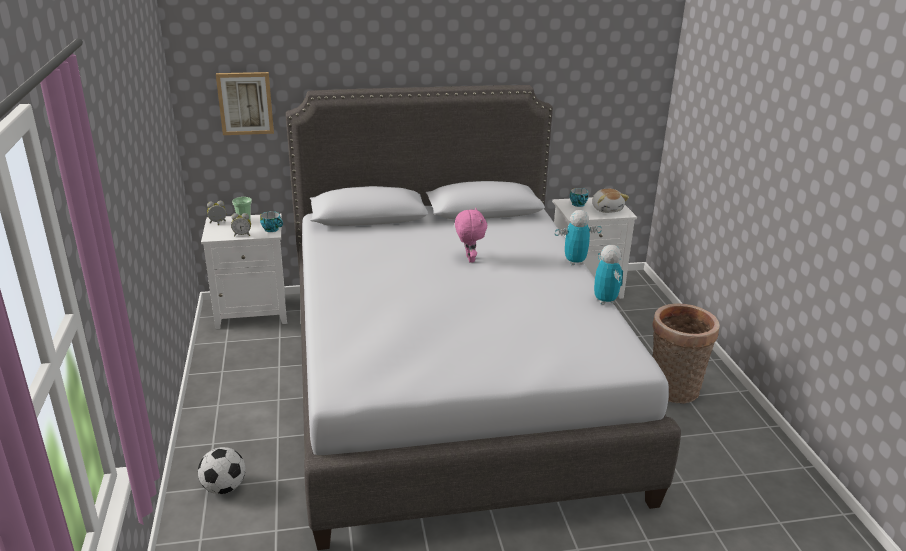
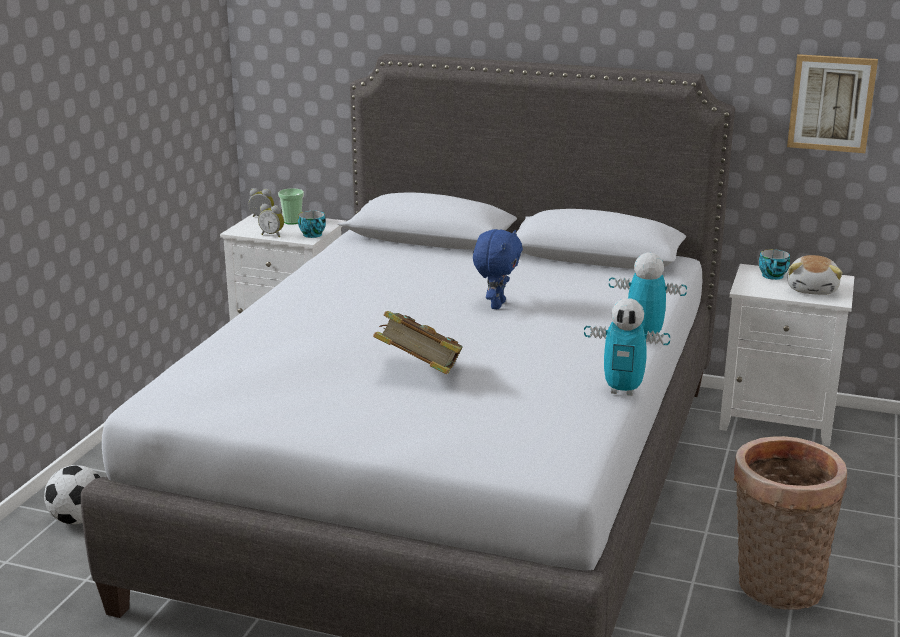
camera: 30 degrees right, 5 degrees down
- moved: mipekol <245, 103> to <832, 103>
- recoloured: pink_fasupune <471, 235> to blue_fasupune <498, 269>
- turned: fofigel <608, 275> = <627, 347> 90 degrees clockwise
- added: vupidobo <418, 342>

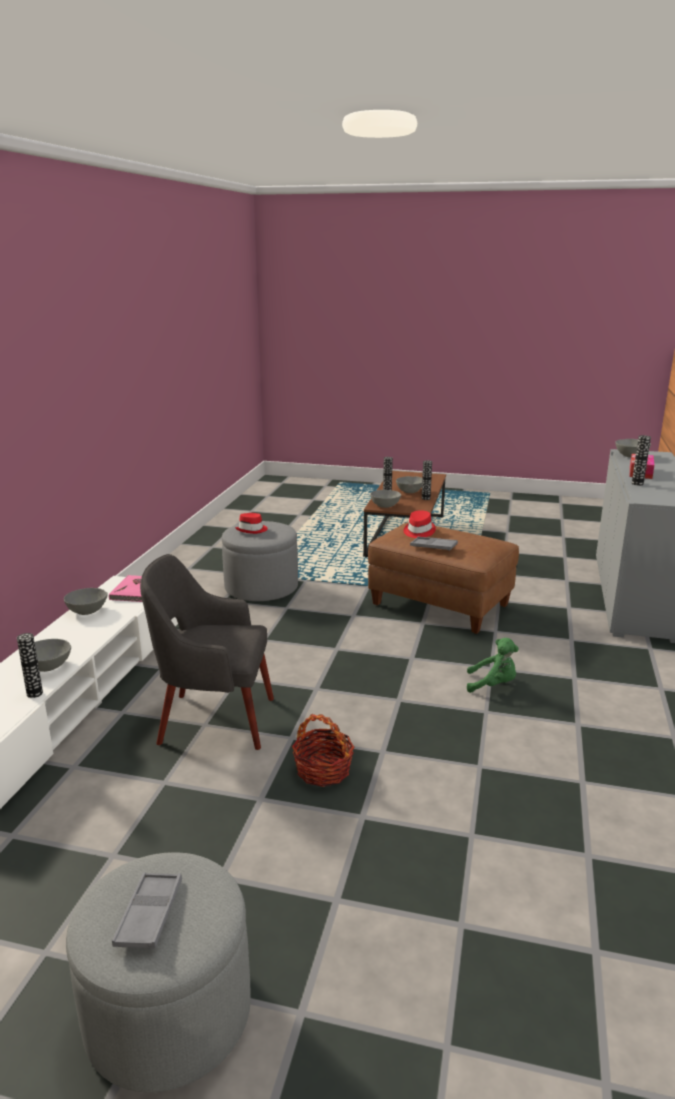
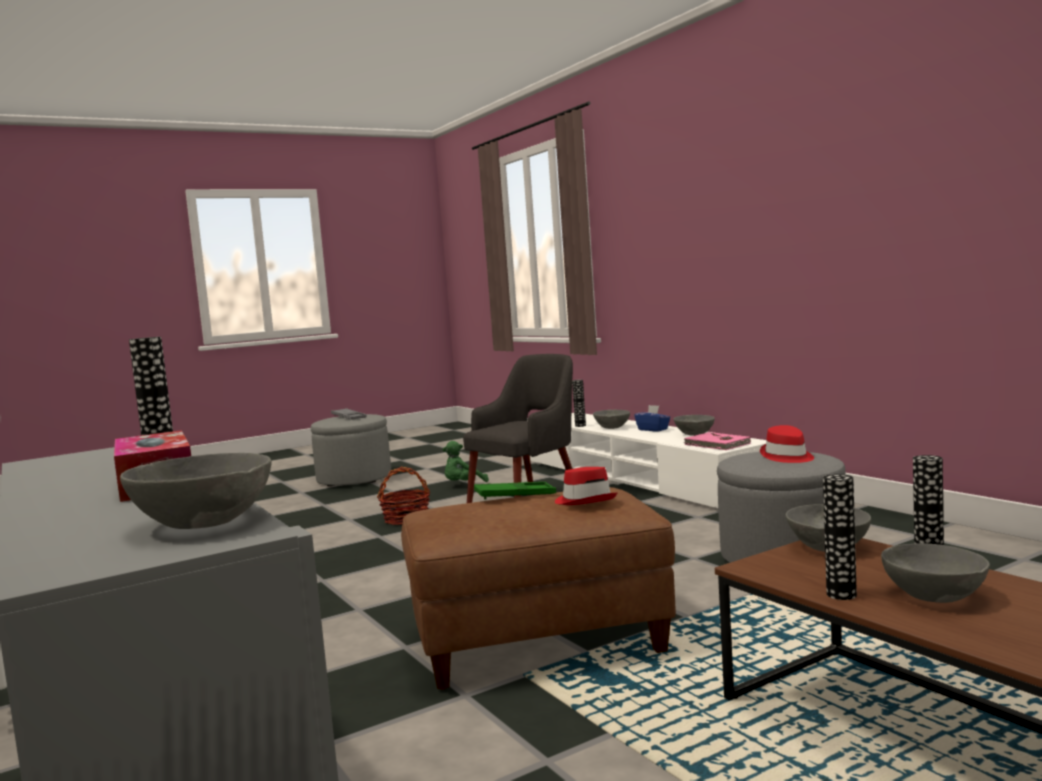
camera: 135 degrees right, 15 degrees down
- recoloured: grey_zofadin <434, 544> to green_zofadin <515, 491>
- moved: green_fasupune <493, 665> to <466, 461>
- added: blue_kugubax <652, 418>

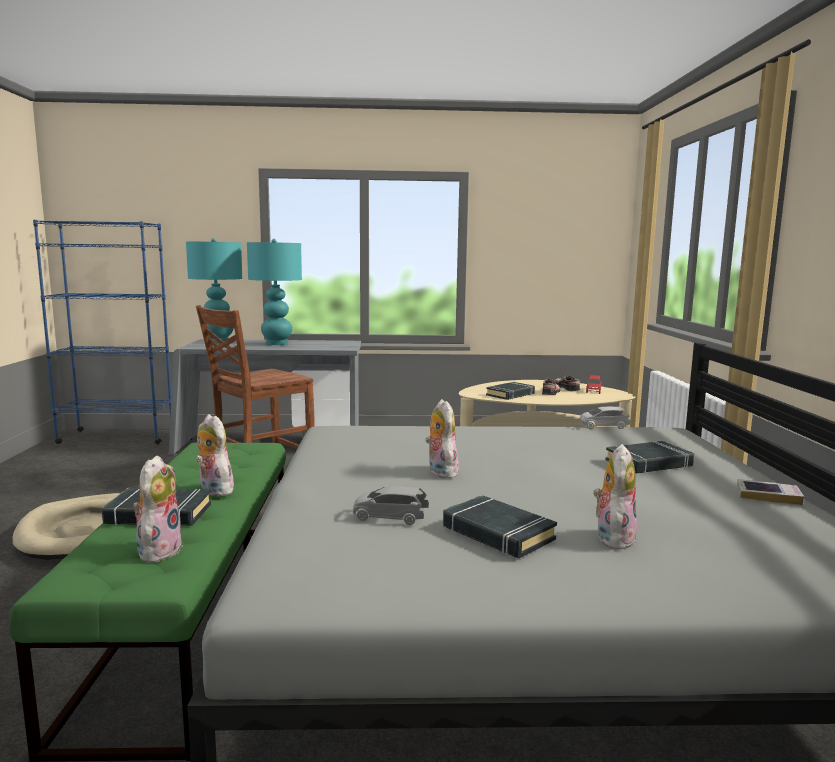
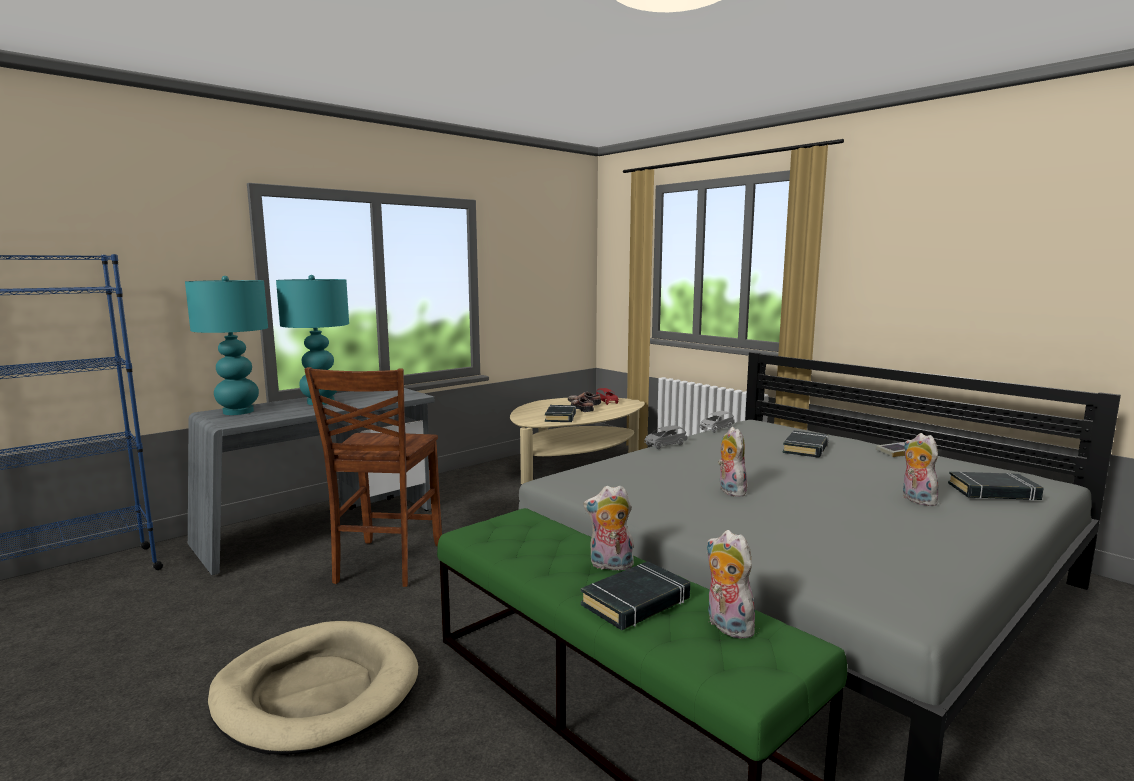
camera: 40 degrees left, 0 degrees up
- turned: fasupune <442, 438> = <732, 462> 45 degrees clockwise
- moved: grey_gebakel <391, 505> to <665, 437>
- moved: black_vupidobo <500, 526> to <996, 486>

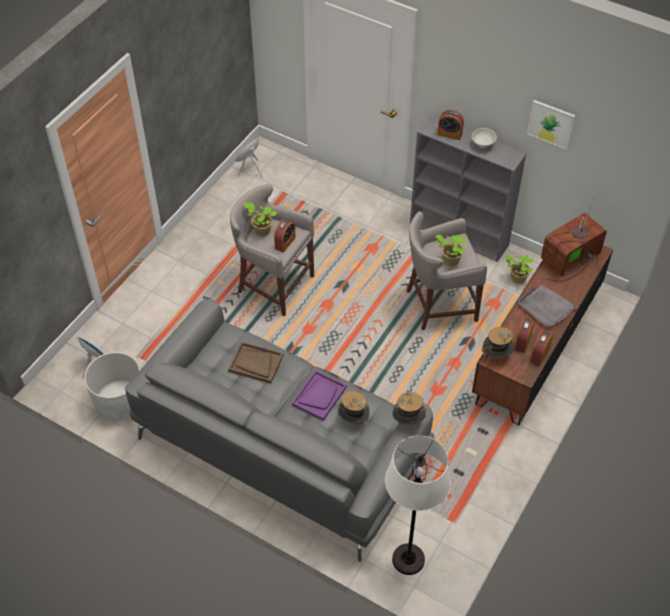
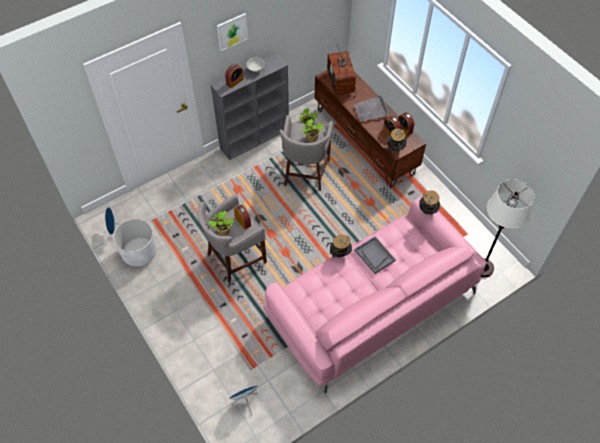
camera: 65 degrees left, 5 degrees up
- moved: mipekol <551, 125> to <232, 32>
- recoloured: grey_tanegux <280, 430> to pink_tanegux <375, 295>
- removed: brown_zofadin <256, 362>
- moved: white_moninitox <112, 386> to <135, 242>
- recoloured: purple_zofadin <319, 395> to grey_zofadin <375, 255>
- moved: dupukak <353, 407> to <341, 246>

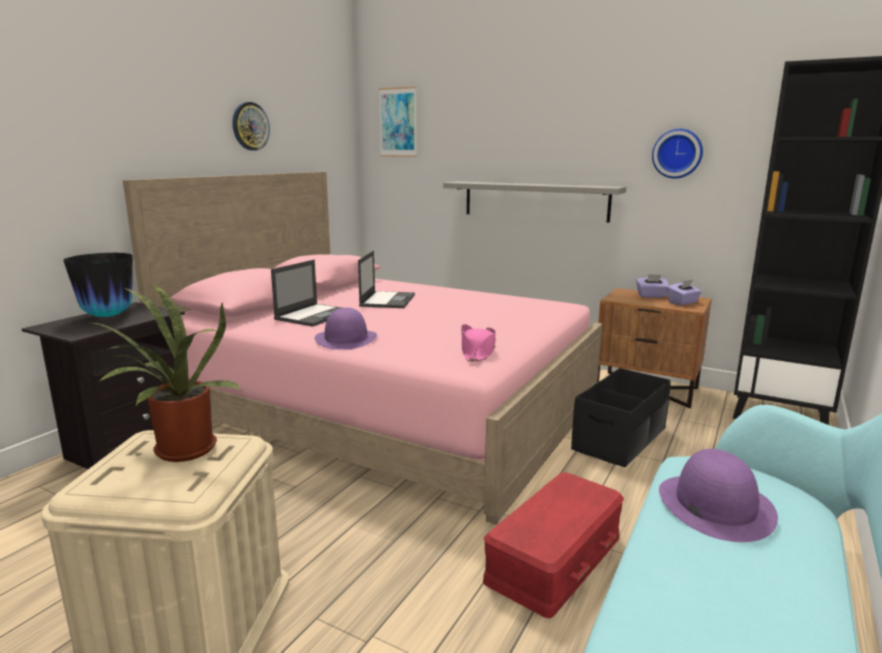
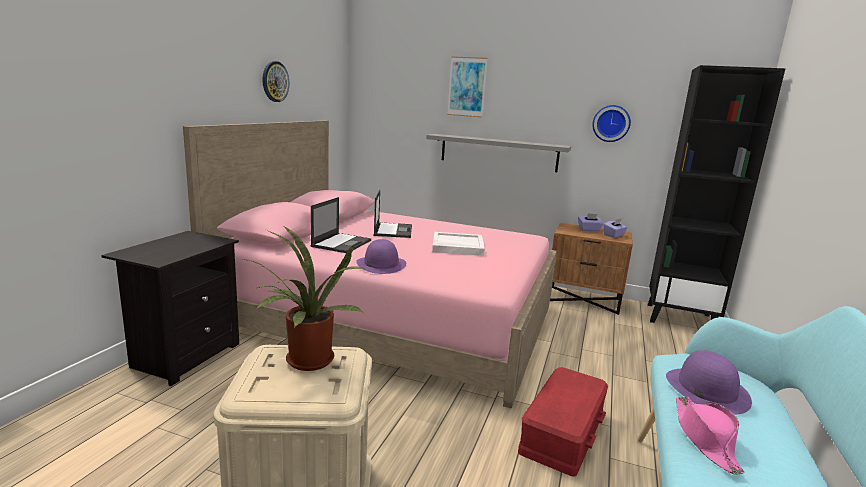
camera: 10 degrees left, 0 degrees up
- moved: mipekol <398, 122> to <467, 87>
- removed: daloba <98, 285>
- moved: pink_dupukak <478, 343> to <710, 435>
- removed: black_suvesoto <621, 417>
- added: white_zofadin <458, 244>

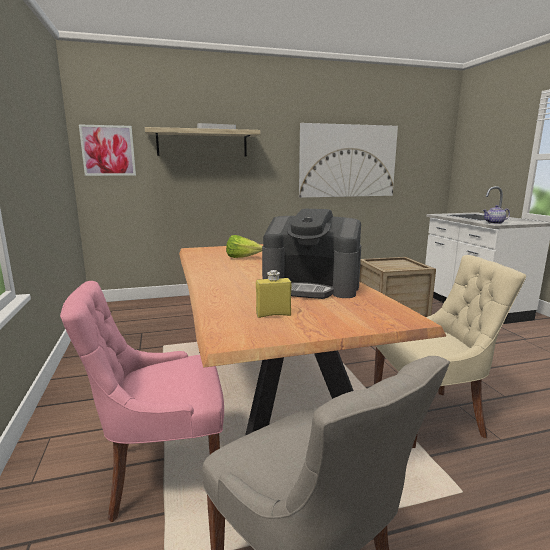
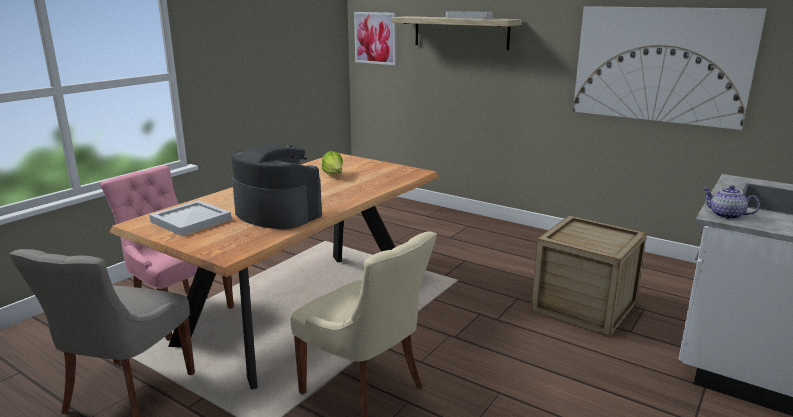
camera: 50 degrees right, 5 degrees up
- turned: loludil <311, 254> = <277, 187> 150 degrees clockwise
- replaced: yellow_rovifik <273, 294> to white_zofadin <190, 218>

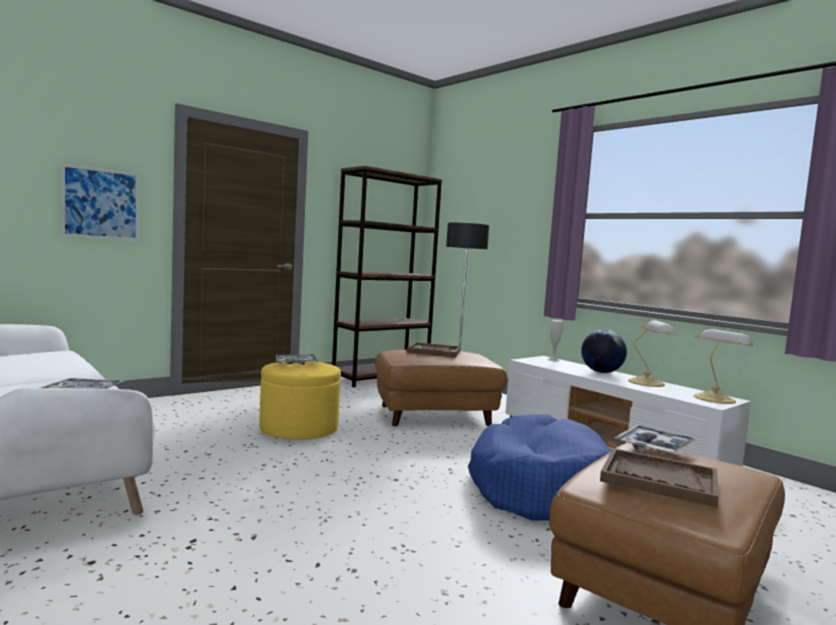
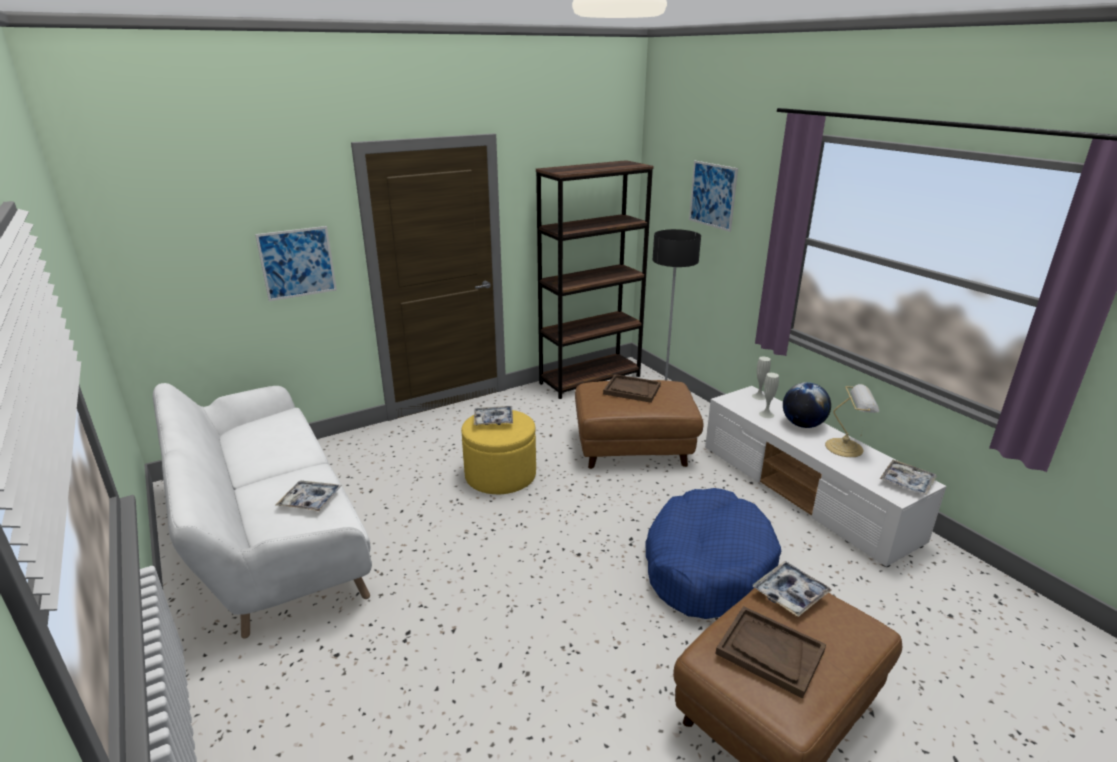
camera: 10 degrees right, 20 degrees up
- replaced: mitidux <724, 366> to zofadin <908, 477>
- added: mipekol <713, 196>
- added: white_daloba <769, 395>

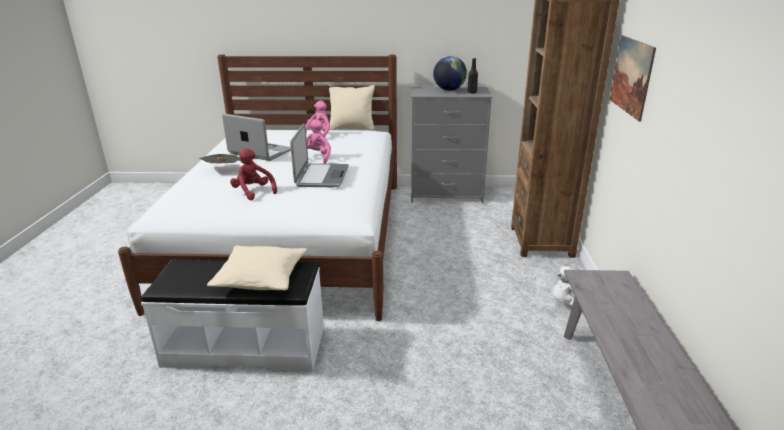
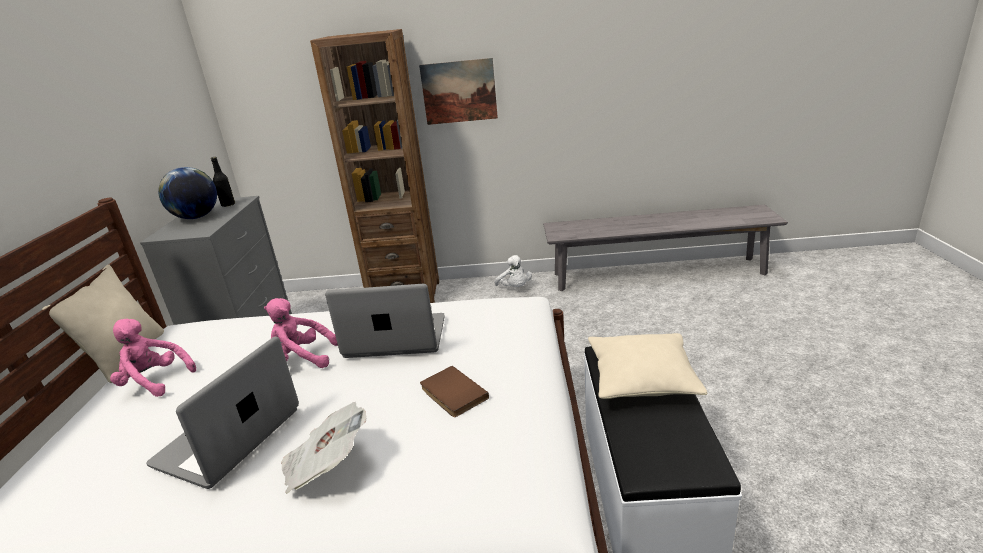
camera: 90 degrees left, 0 degrees up
- replaced: red_fasupune <253, 174> to brown_vupidobo <454, 391>

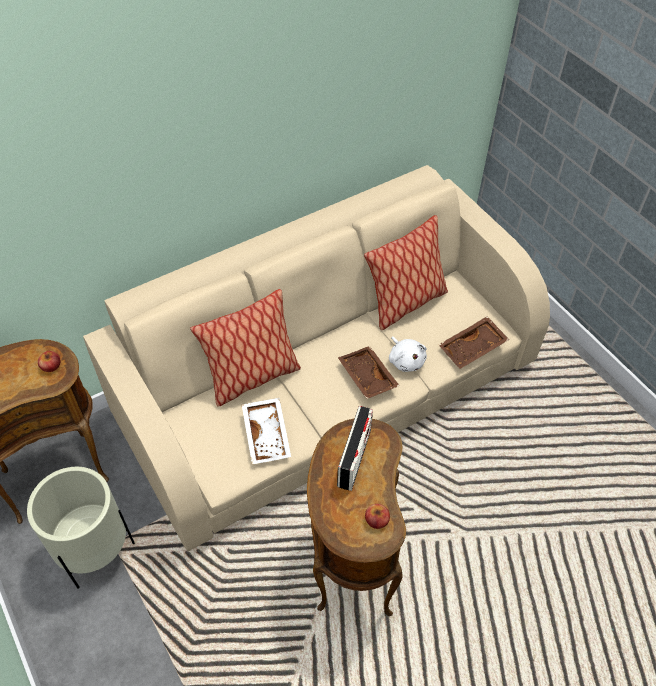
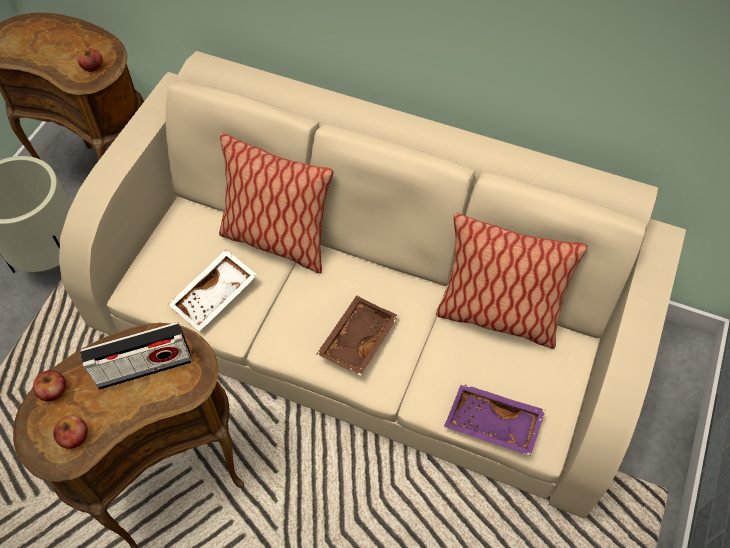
camera: 55 degrees right, 5 degrees up
- recoloured: brown_zofadin <474, 342> to purple_zofadin <495, 420>
- removed: white_fasupune <408, 354>
- added: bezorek <49, 385>

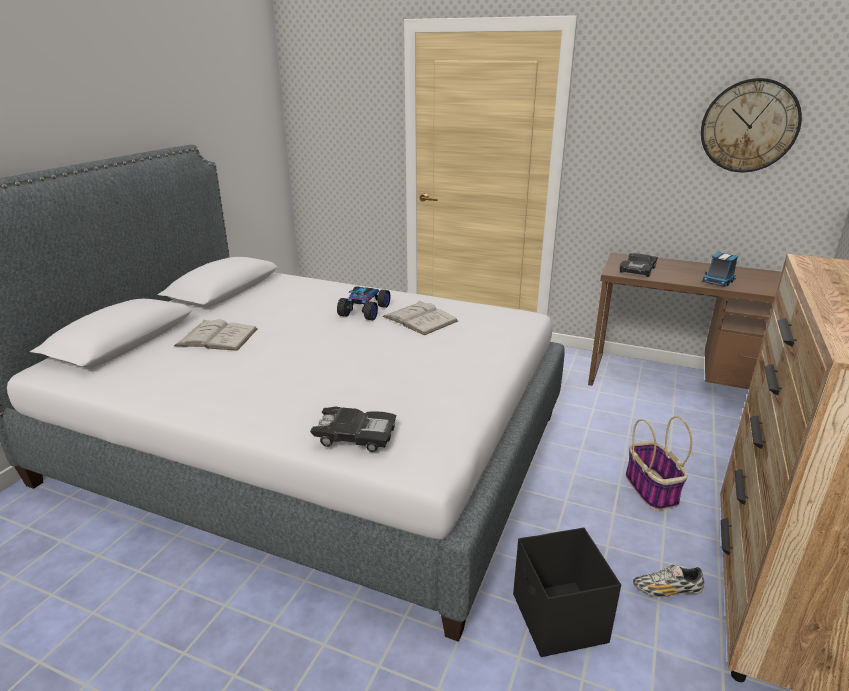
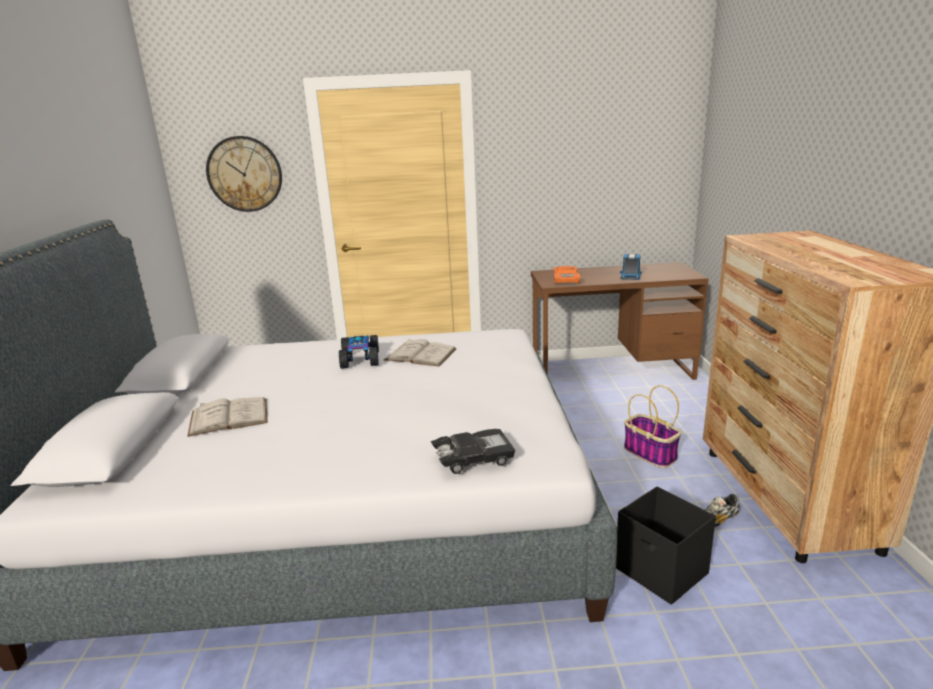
camera: 25 degrees left, 5 degrees down
- moved: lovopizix <751, 125> to <244, 174>
- recoloured: black_gebakel <639, 265> to orange_gebakel <567, 275>

